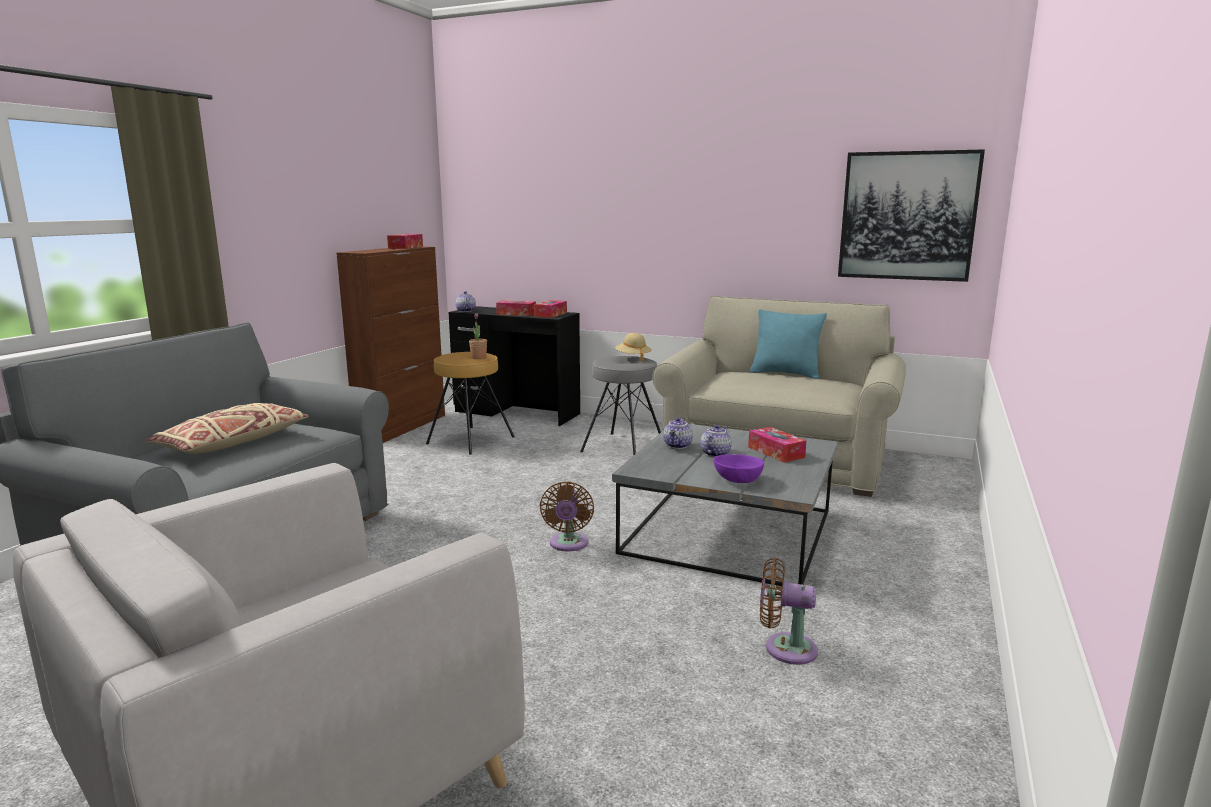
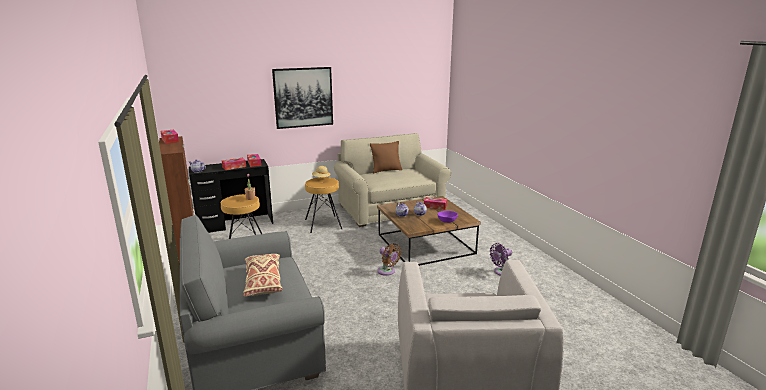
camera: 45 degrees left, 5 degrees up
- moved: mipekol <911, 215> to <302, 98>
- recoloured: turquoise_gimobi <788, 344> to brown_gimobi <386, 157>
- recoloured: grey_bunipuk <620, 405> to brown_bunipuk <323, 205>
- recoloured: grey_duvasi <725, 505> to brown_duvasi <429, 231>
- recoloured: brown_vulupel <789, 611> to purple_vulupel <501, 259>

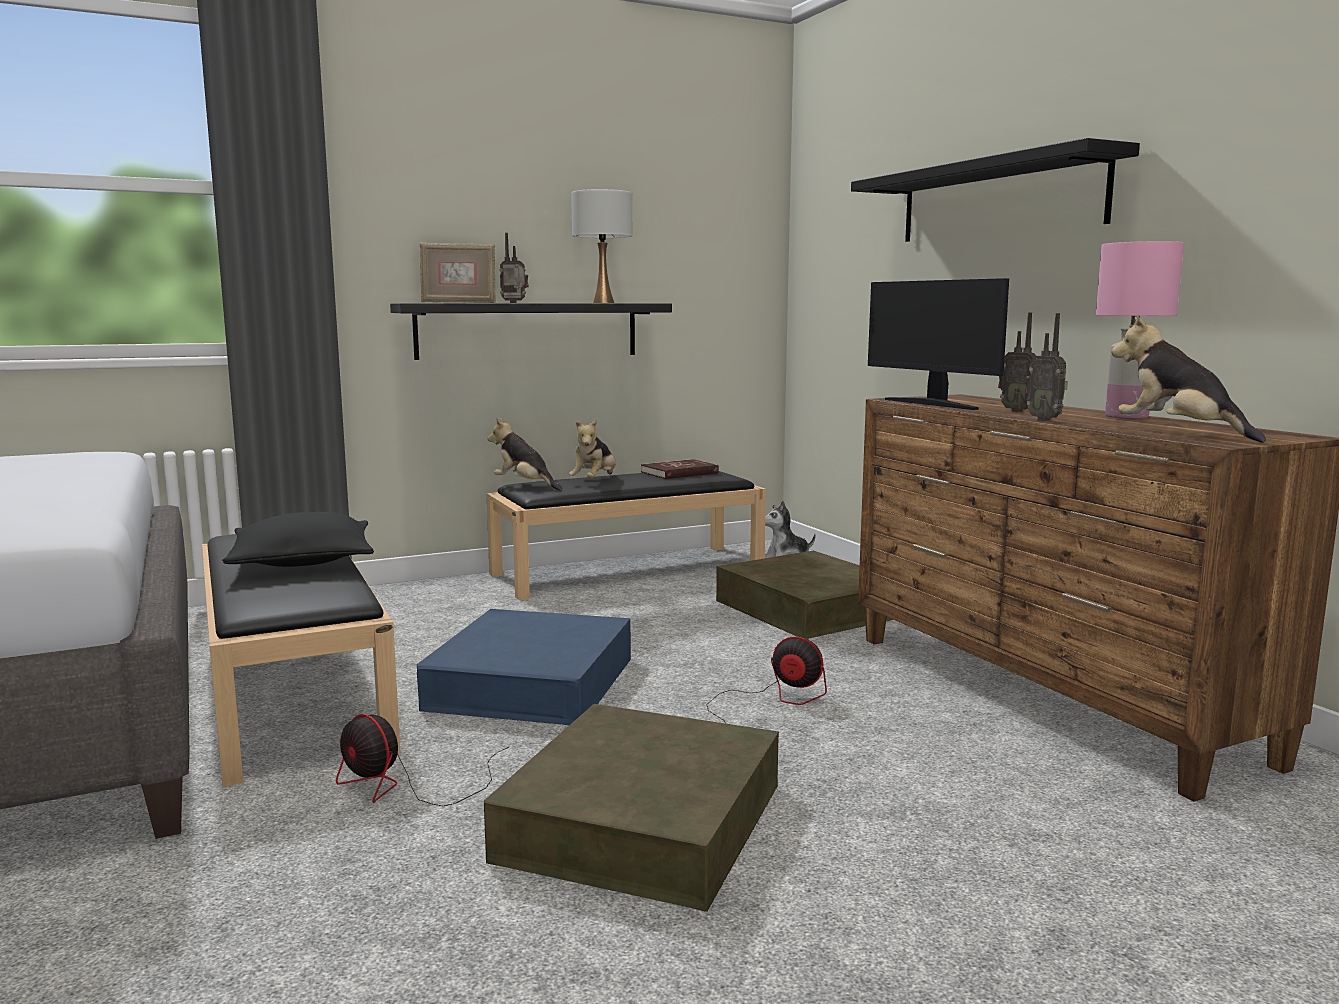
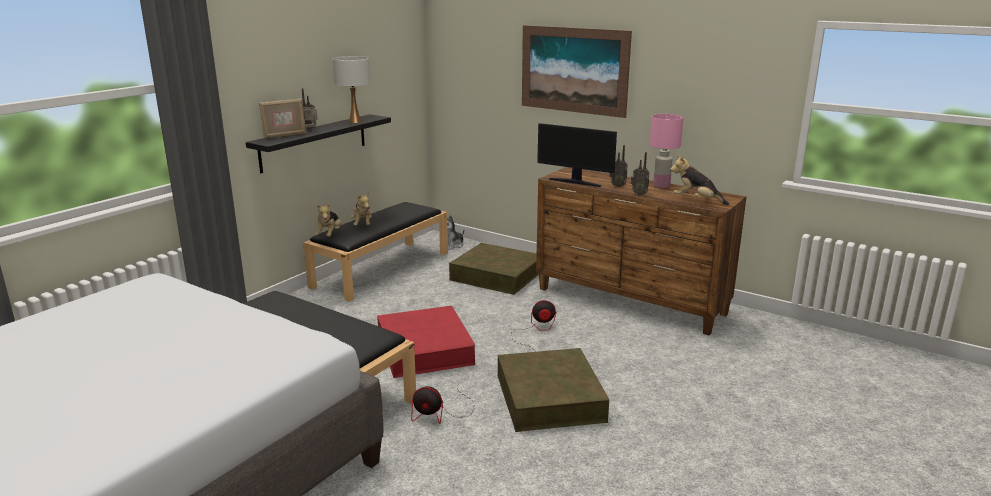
camera: 30 degrees left, 10 degrees up
- replaced: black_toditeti <995, 190> to mipekol <577, 71>
- turned: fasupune <525, 454> = <328, 219> 90 degrees counterclockwise
- removed: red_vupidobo <680, 469>
- removed: black_gimobi <298, 539>
- recoloured: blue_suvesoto <524, 667> to red_suvesoto <426, 341>

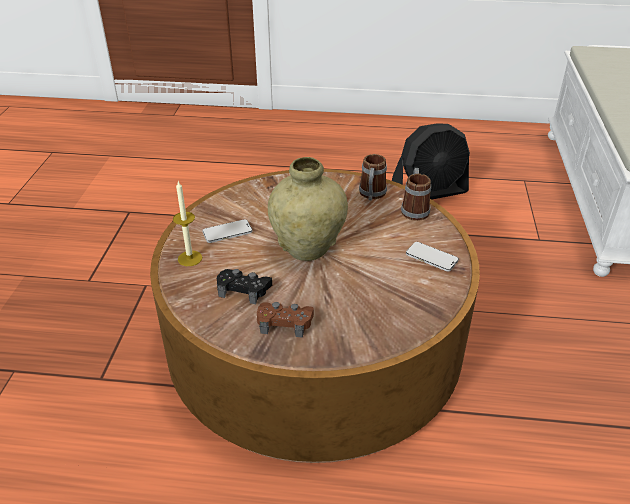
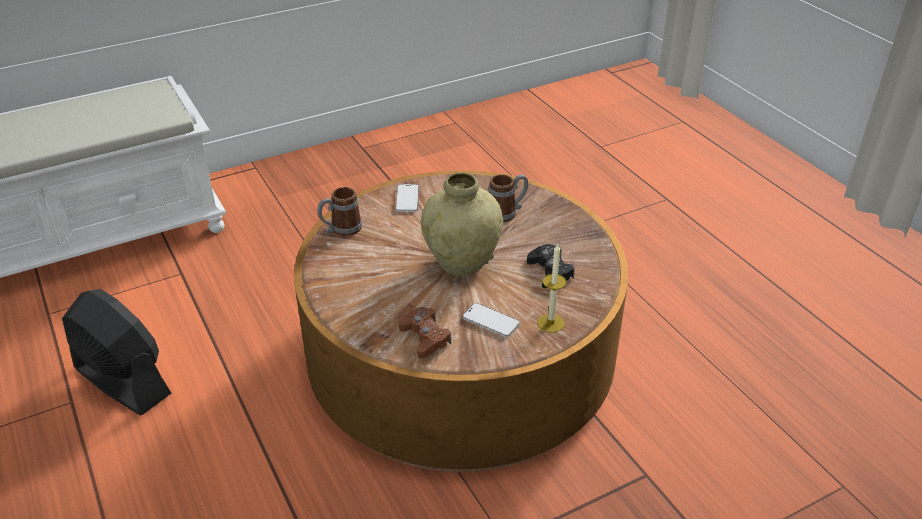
camera: 125 degrees left, 0 degrees up
- moved: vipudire <373, 177> to <508, 198>
- moved: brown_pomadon <285, 320> to <425, 333>

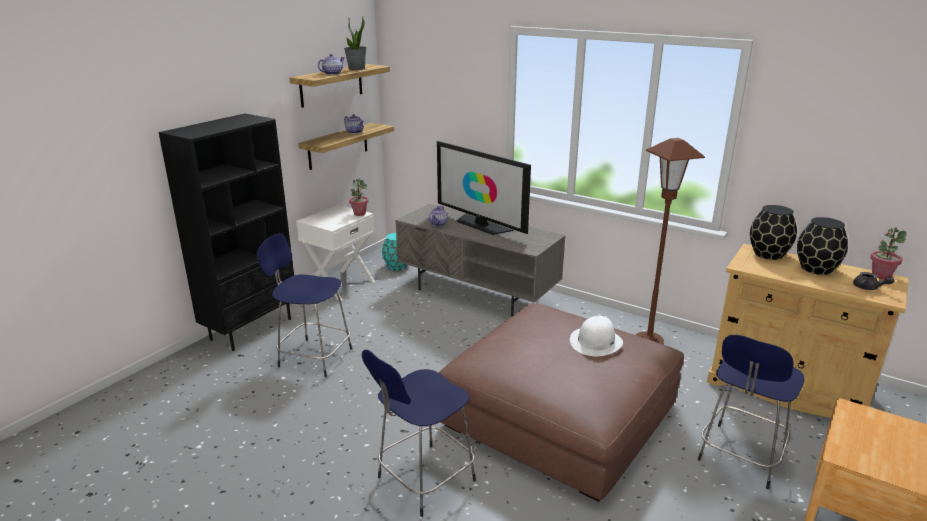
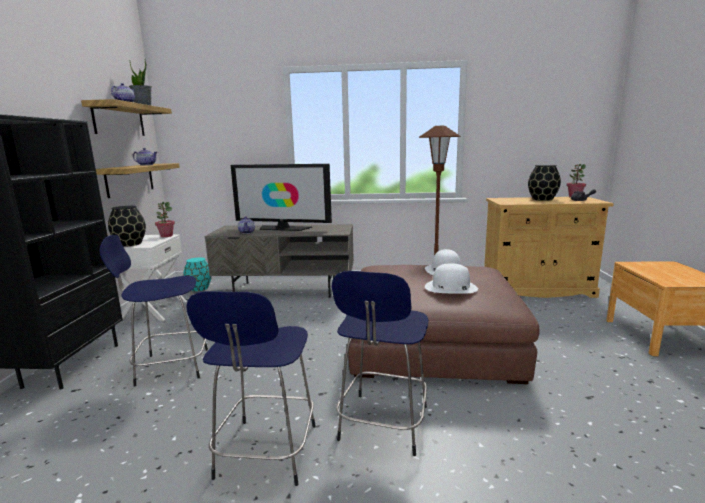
camera: 30 degrees left, 10 degrees down
- moved: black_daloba <773, 232> to <127, 226>
- moved: blue_bunipuk <751, 412> to <251, 388>
- added: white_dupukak <451, 278>

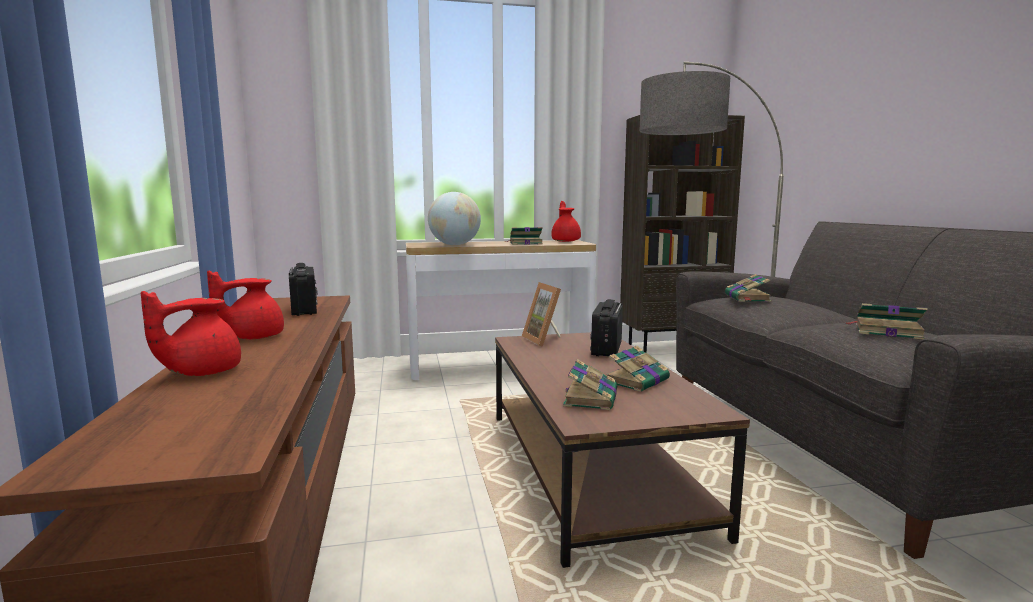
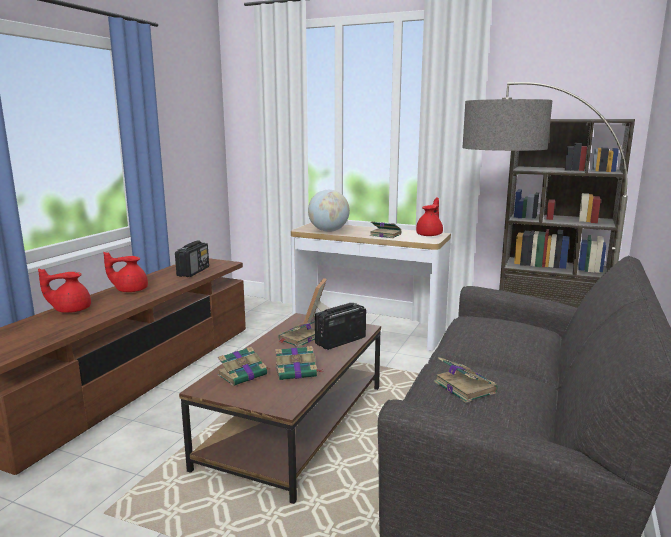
camera: 35 degrees right, 5 degrees up
- moved: vupidobo <748, 288> to <296, 334>

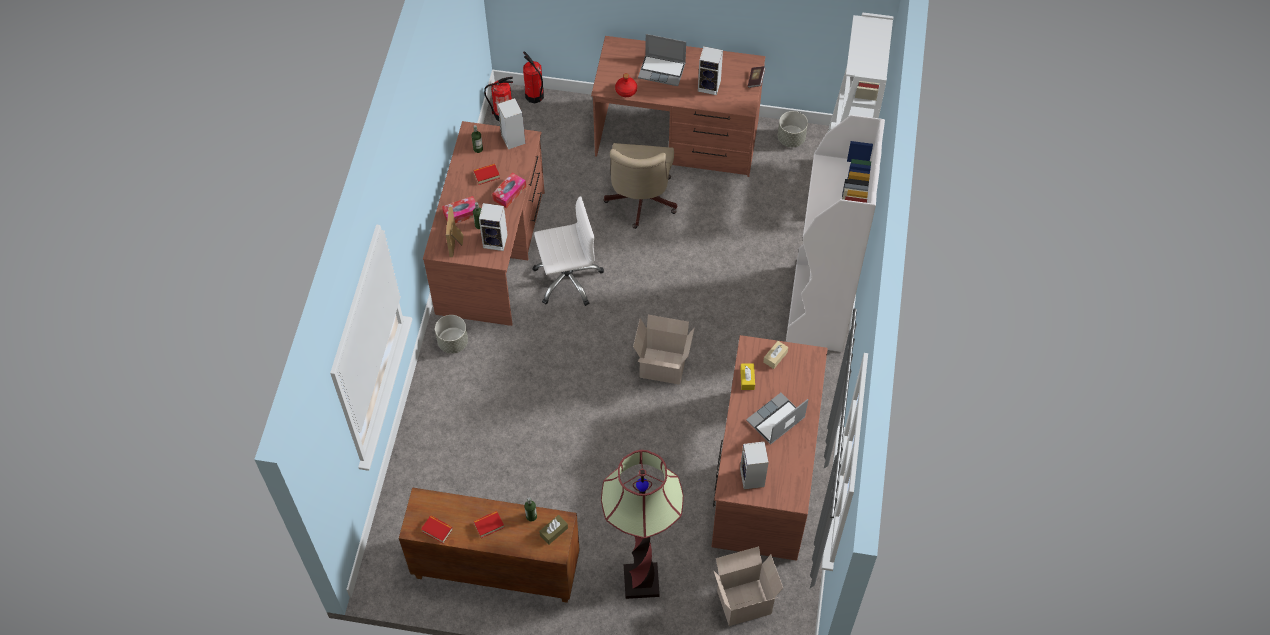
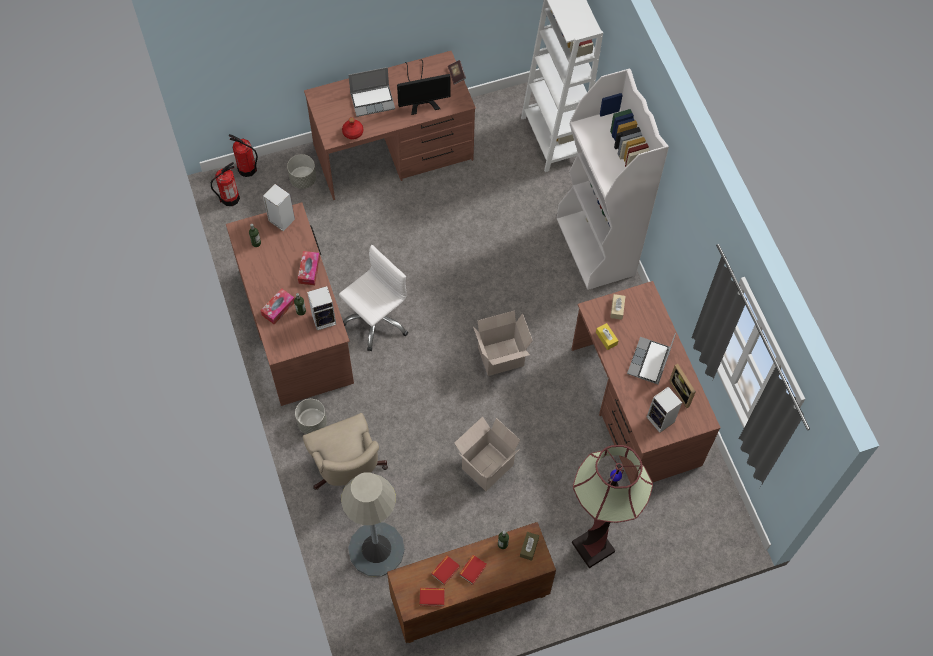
camera: 30 degrees left, 5 degrees up
- replaced: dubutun <710, 70> to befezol <424, 87>
- moved: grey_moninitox <793, 129> to <301, 171>
- moved: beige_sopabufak <640, 186> to <345, 451>
- moved: vupidobo <486, 174> to <445, 570>
- moved: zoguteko <455, 232> to <682, 386>
- moved: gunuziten <748, 586> to <487, 454>
- added: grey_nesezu <373, 524>

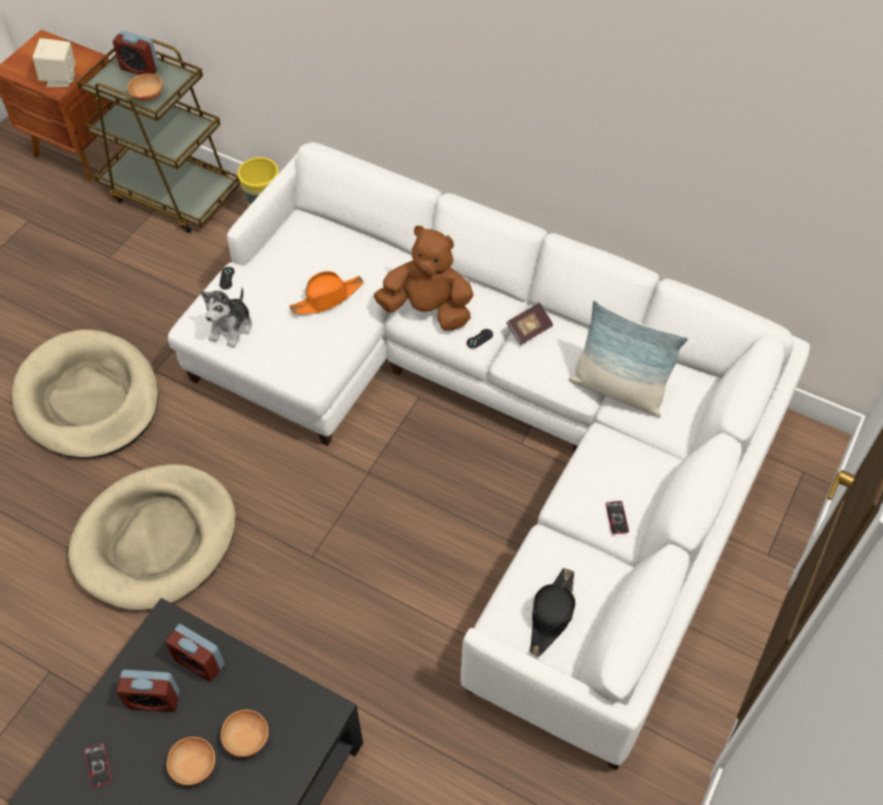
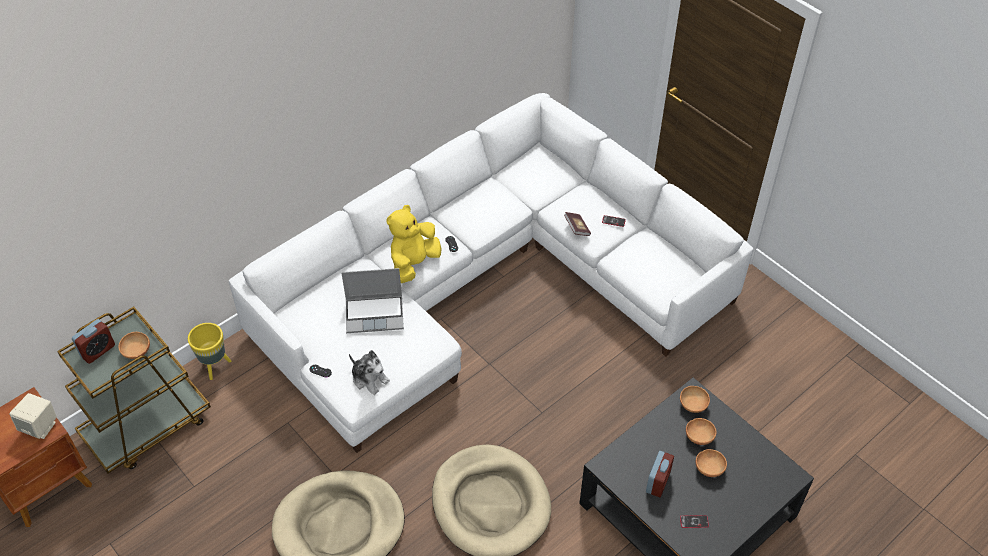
camera: 70 degrees left, 5 degrees down
- recoloured: brown_fasupune <424, 278> to yellow_fasupune <414, 244>
- replaced: orange_dupukak <326, 292> to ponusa <372, 300>
- removed: gimobi <628, 358>
- moved: vupidobo <530, 323> to <577, 224>
- removed: black_dupukak <553, 612>
- removed: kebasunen <195, 653>
- added: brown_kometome <695, 399>

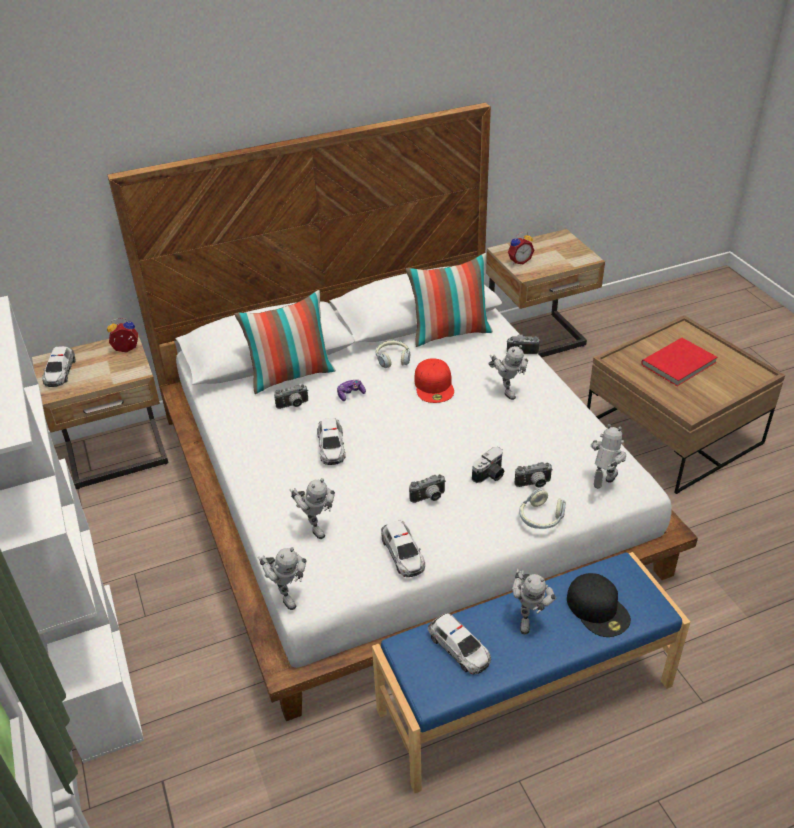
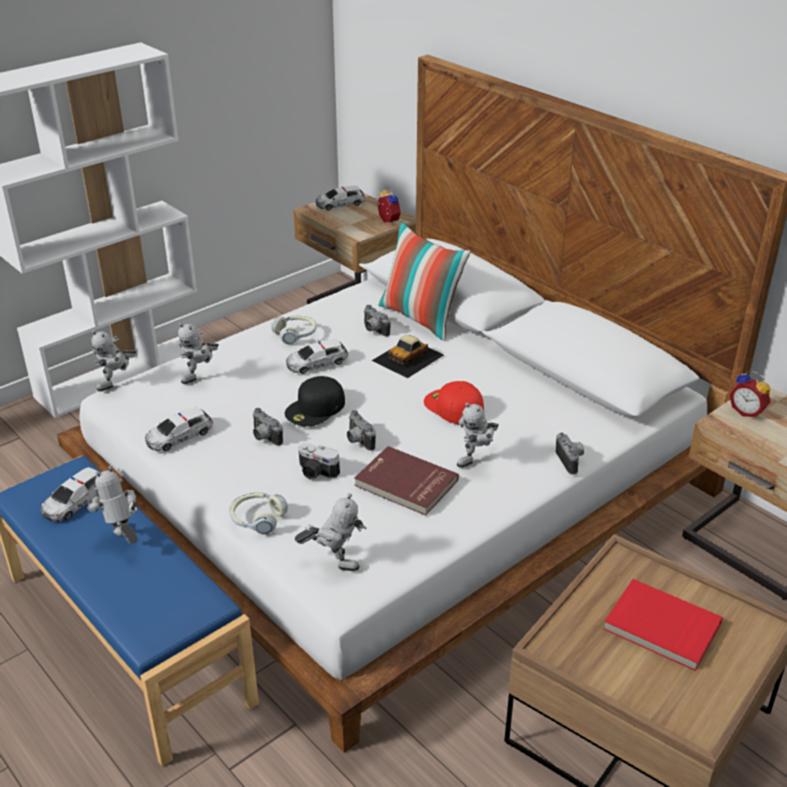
camera: 70 degrees right, 5 degrees down
- removed: gimobi <449, 300>
- moved: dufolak <392, 354> to <294, 330>
- turned: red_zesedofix <434, 380> = <454, 402> 75 degrees clockwise
- replaced: pomadon <351, 390> to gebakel <408, 356>
- moved: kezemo <534, 475> to <361, 430>
- turned: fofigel <534, 602> = <112, 505> 75 degrees clockwise
- moved: black_zesedofix <599, 605> to <315, 401>
- added: red_vupidobo <406, 481>

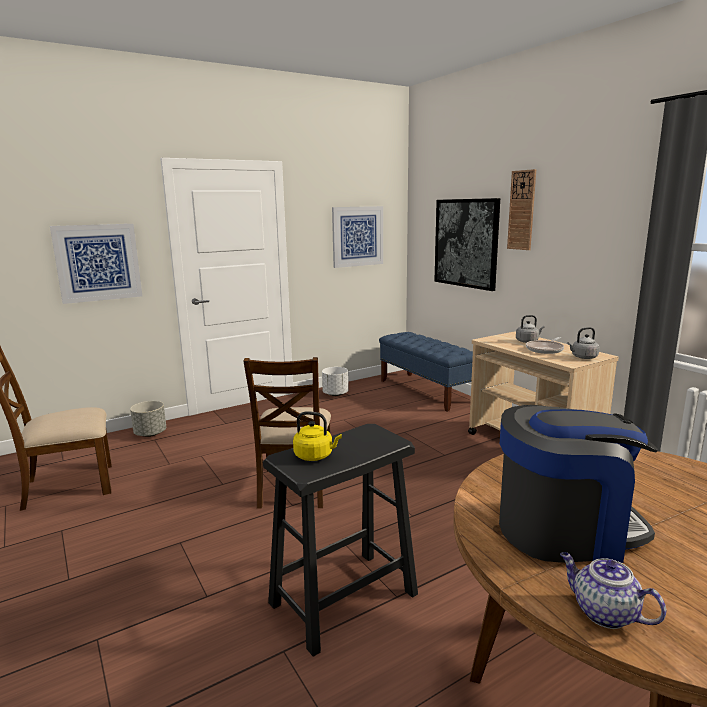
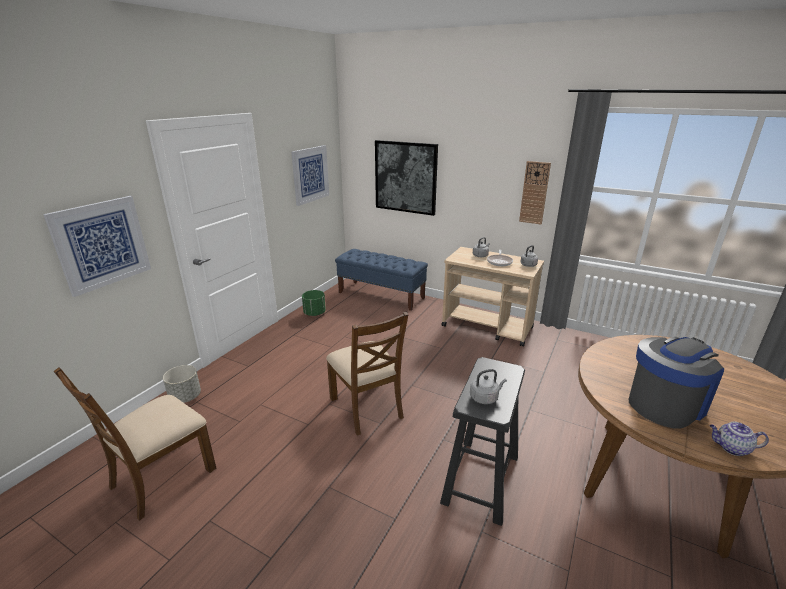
camera: 30 degrees left, 10 degrees up
- moved: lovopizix <521, 209> to <535, 192>
- recoloured: white_moninitox <335, 381> to green_moninitox <314, 303>
- recoloured: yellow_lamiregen <317, 436> to grey_lamiregen <488, 386>

